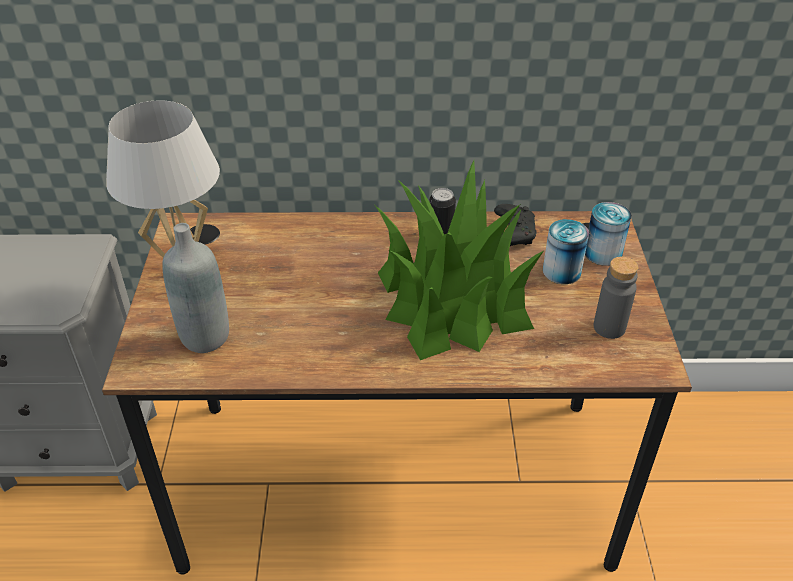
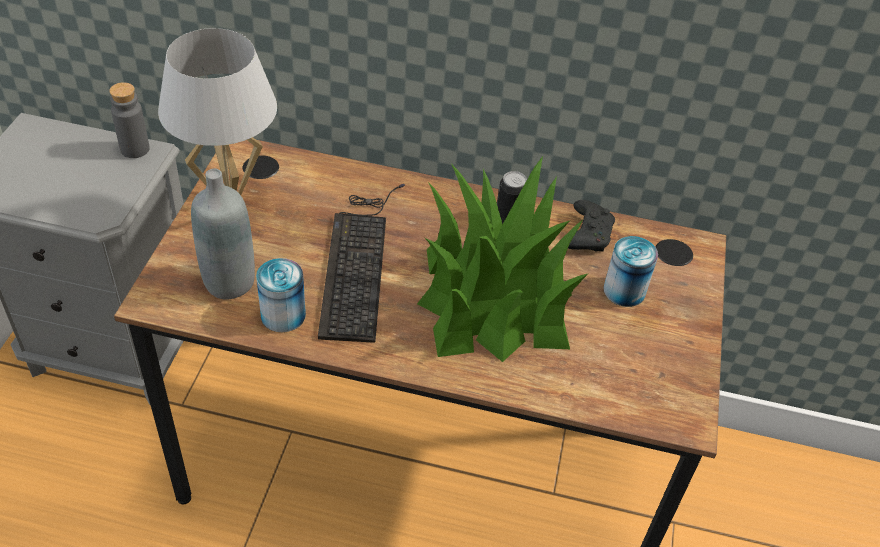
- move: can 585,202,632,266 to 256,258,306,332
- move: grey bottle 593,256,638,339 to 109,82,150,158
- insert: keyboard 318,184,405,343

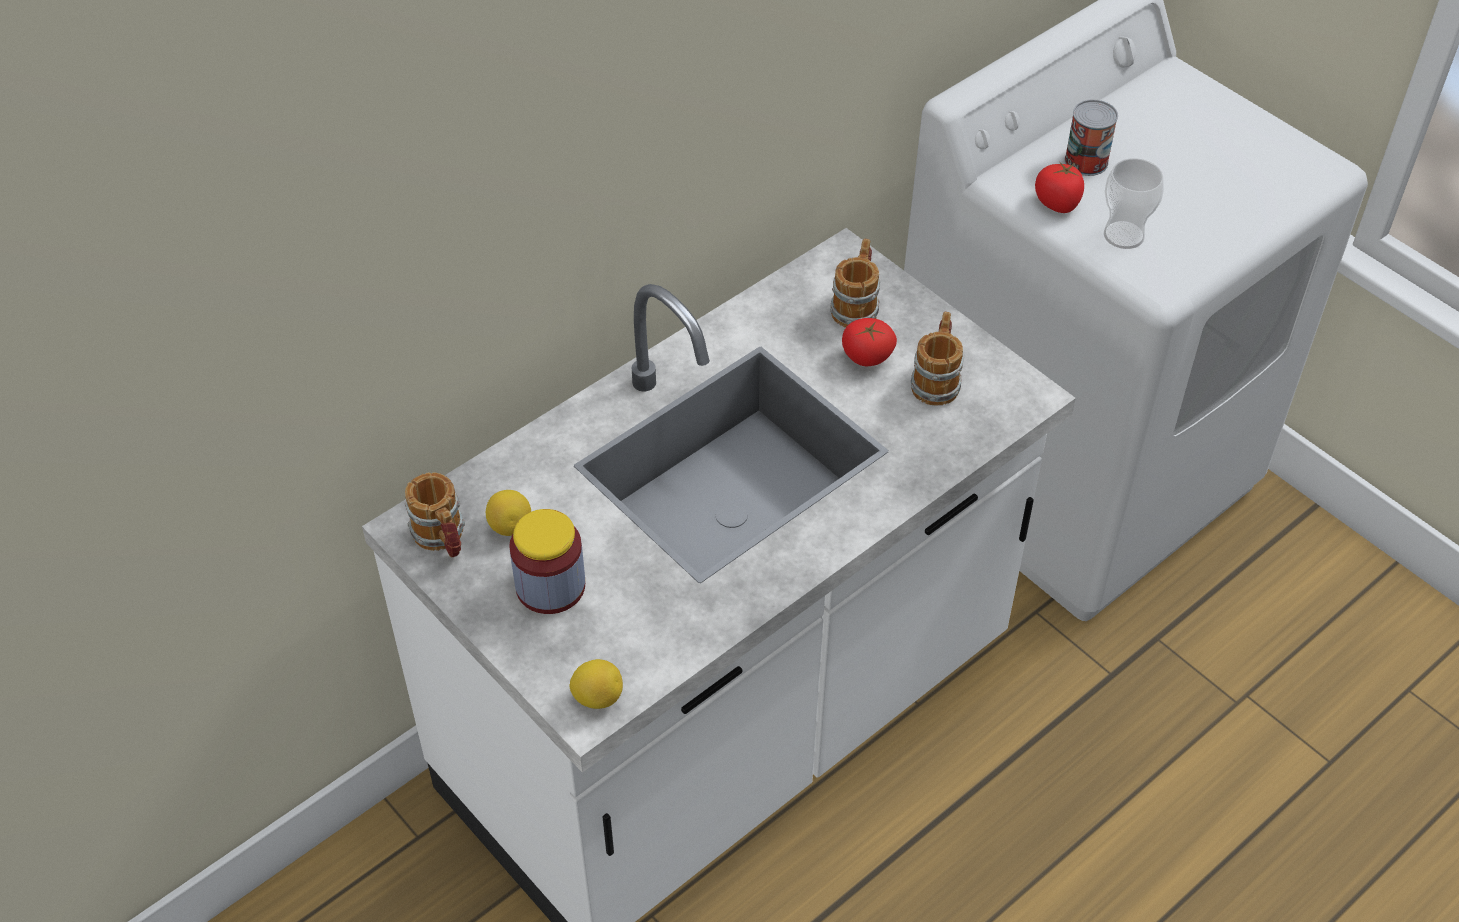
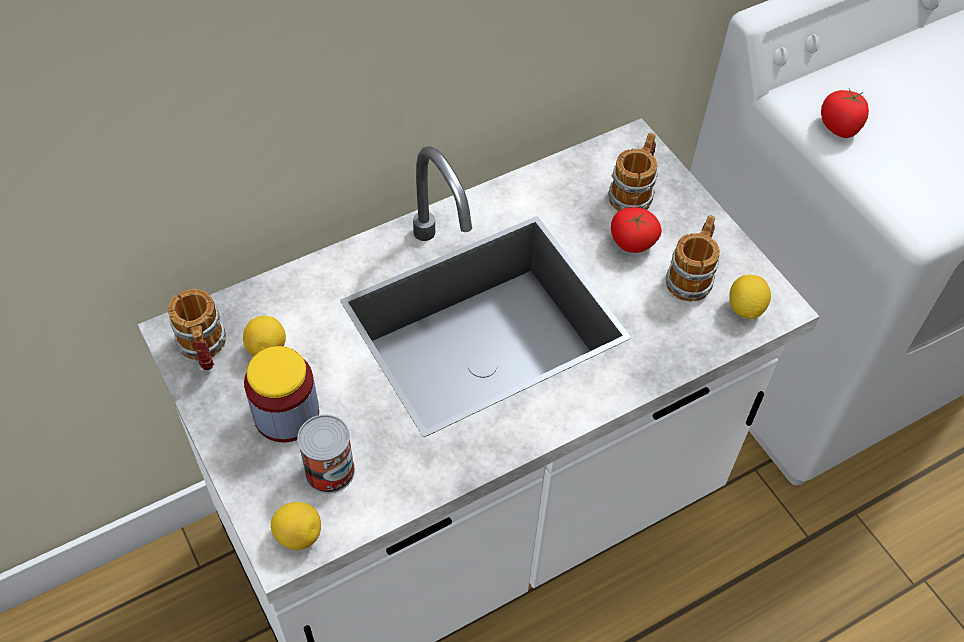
- move: can 1064,100,1118,176 to 297,414,355,493
- delete: cup 1104,158,1164,249
- insert: lemon 729,275,771,319

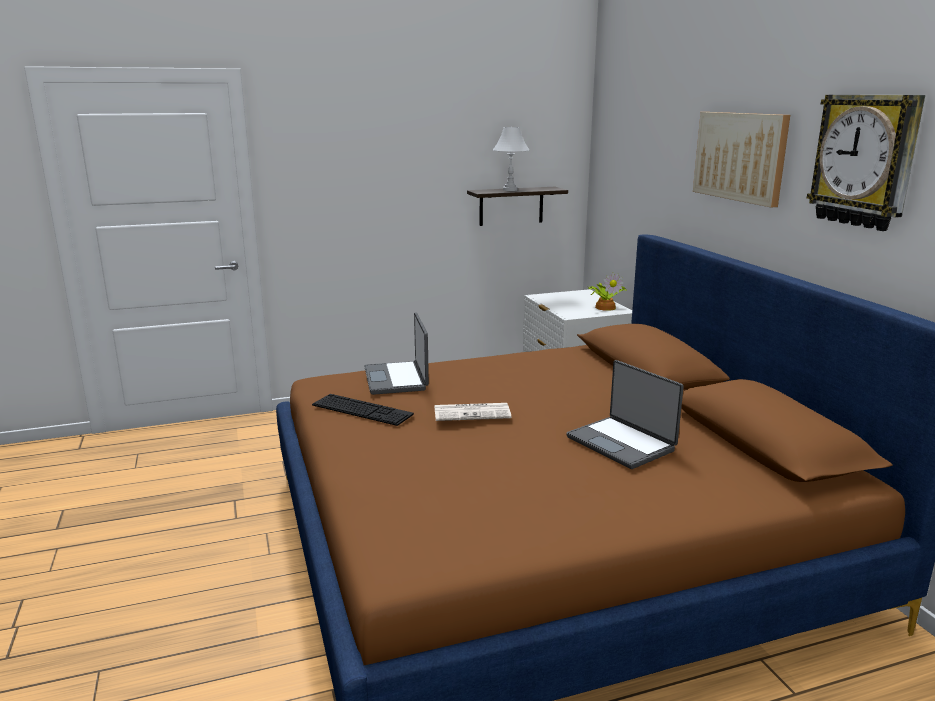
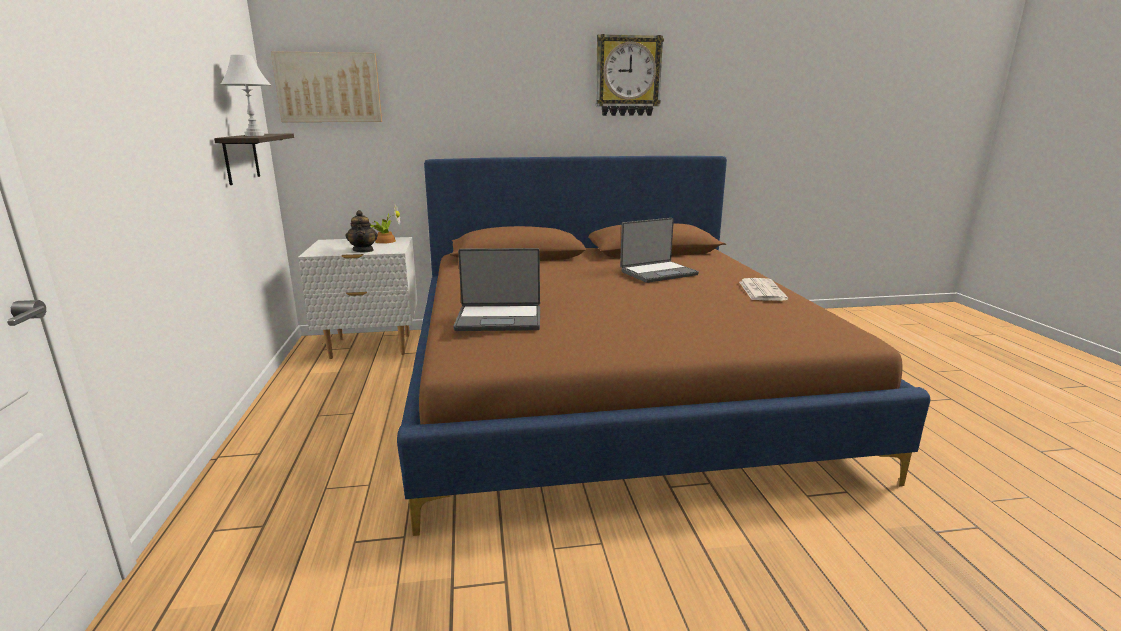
- delete: keyboard 312,394,414,426
- move: newspaper 434,403,511,421 to 739,278,788,301
- move: picture 693,112,790,207 to 271,51,382,122
- insert: teapot 346,210,378,252

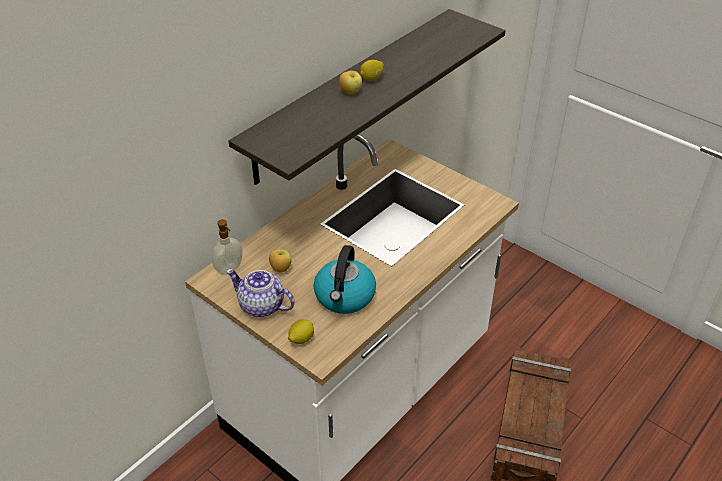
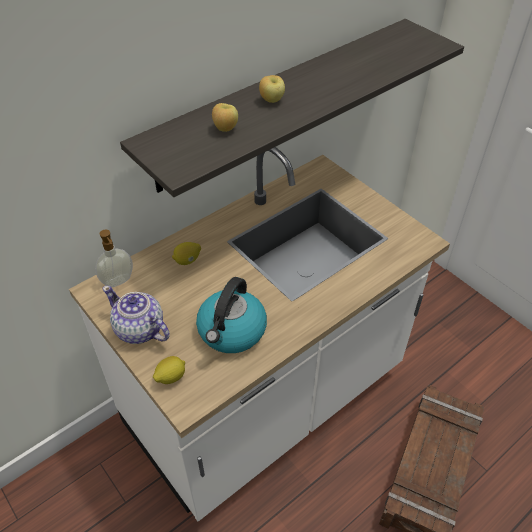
- move: apple 269,249,291,273 to 212,103,238,132
- move: lemon 360,60,384,81 to 172,242,201,265

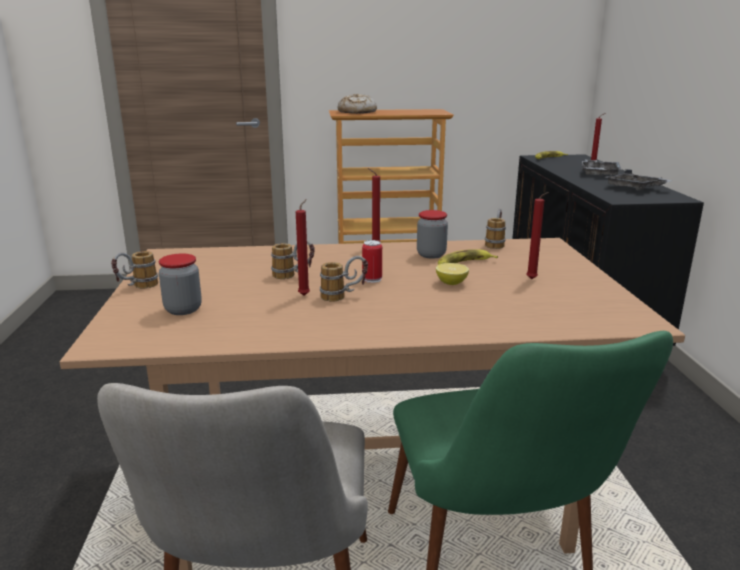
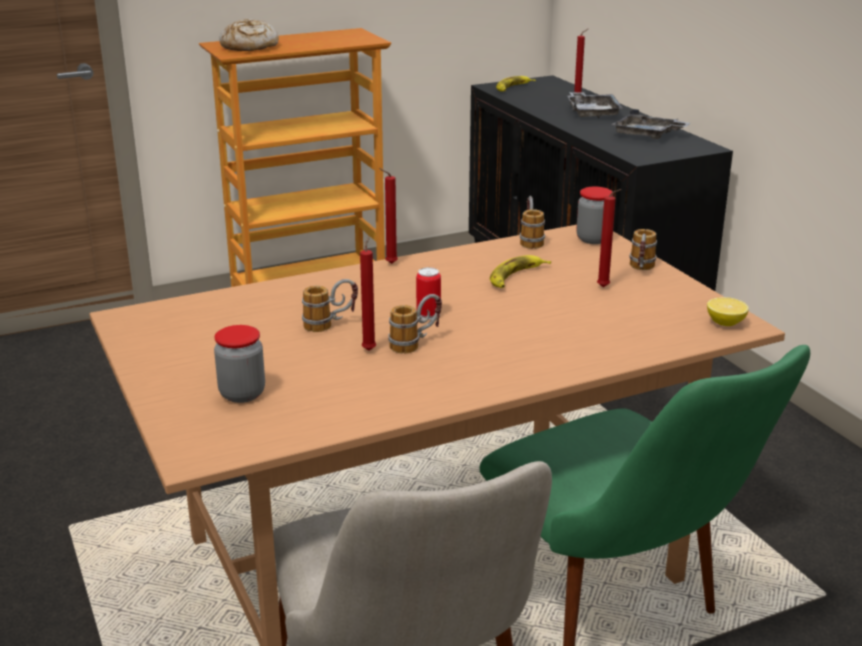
- move: mug 111,251,158,288 to 629,229,657,270
- move: jar 417,210,448,259 to 576,187,614,244
- move: lemon 436,263,469,285 to 707,297,749,326

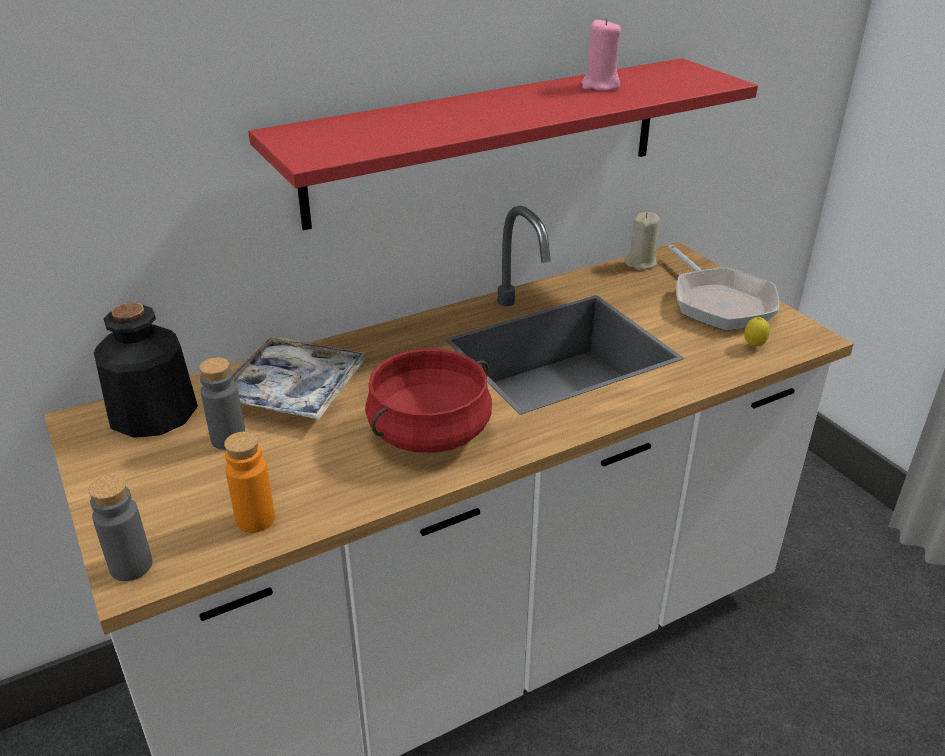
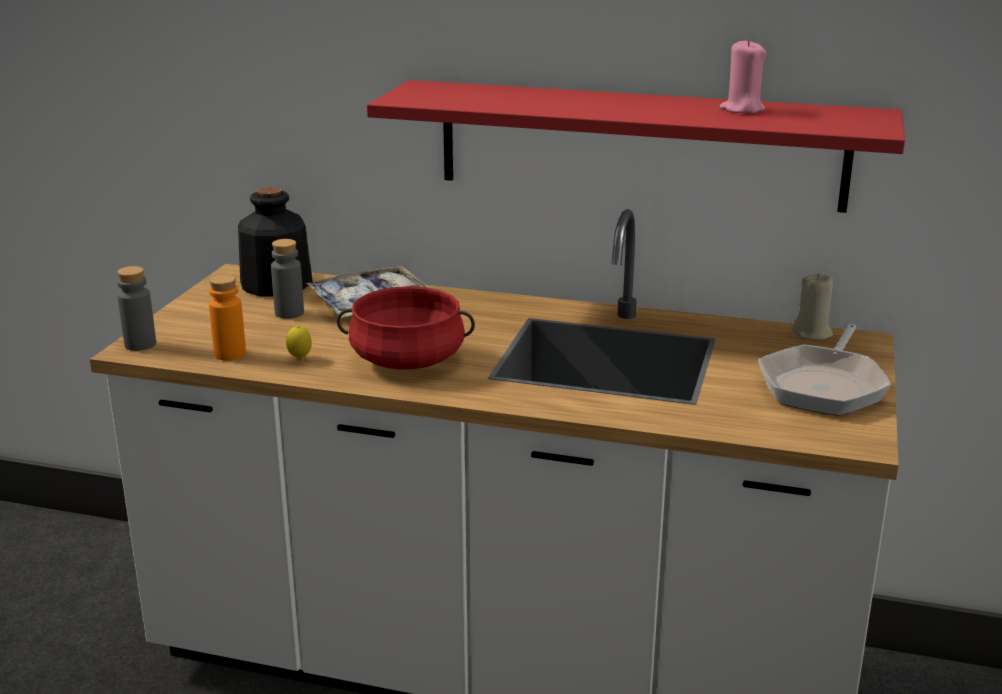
- move: lemon 744,317,770,347 to 286,325,312,359

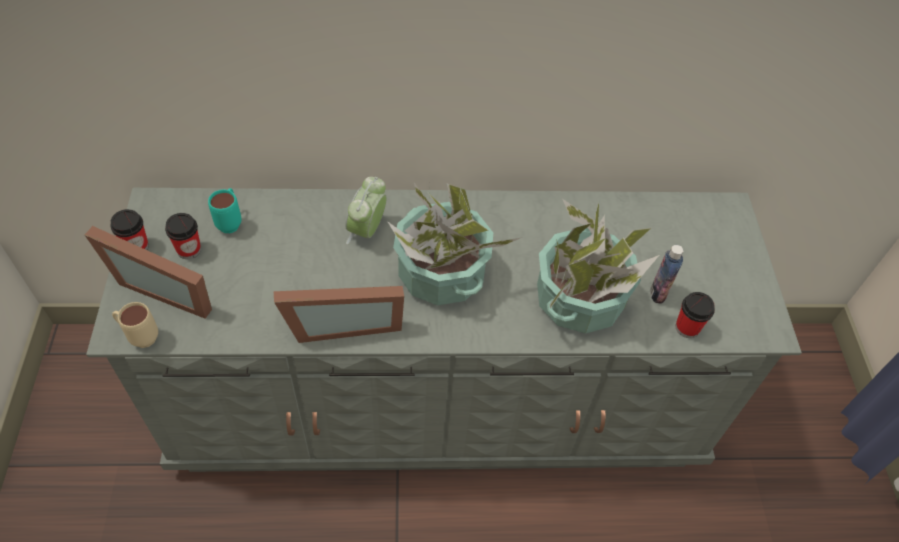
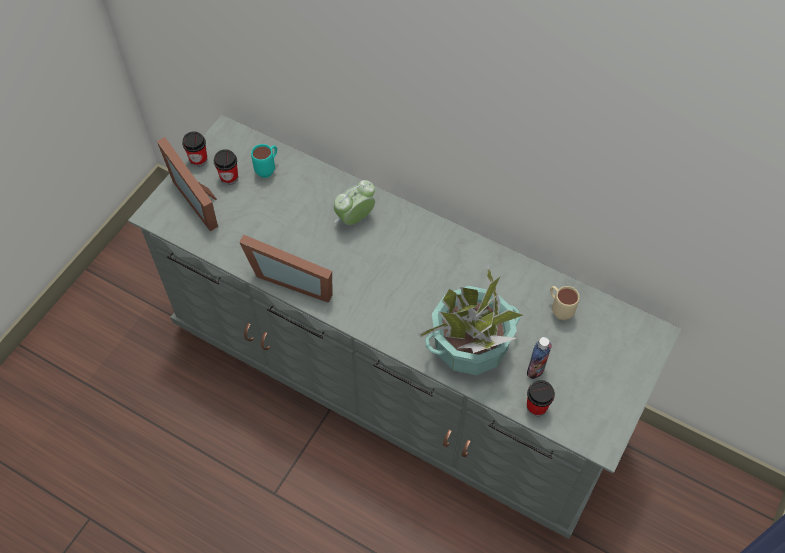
- move: beige mug 112,302,158,348 to 550,286,580,320
- delete: potted plant 387,183,523,305

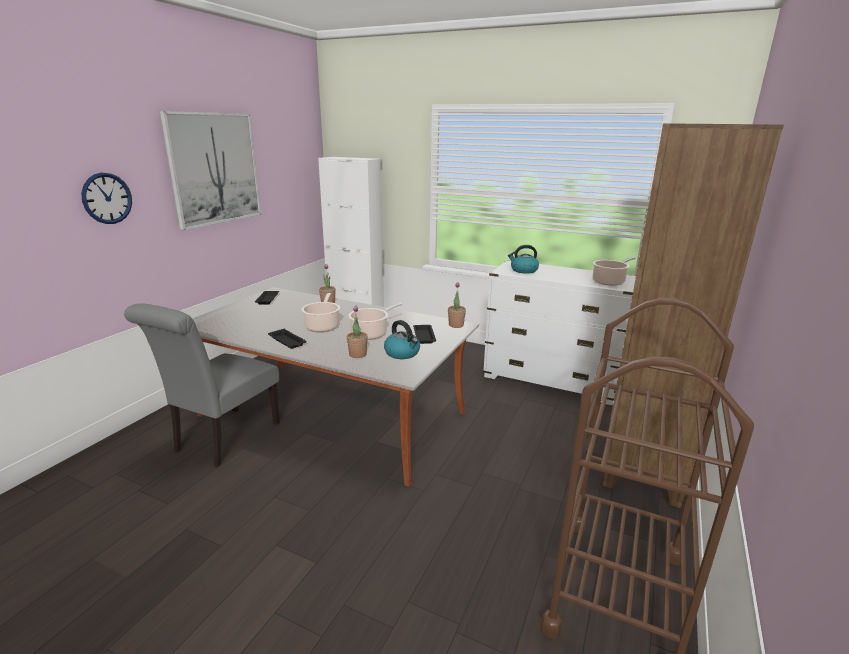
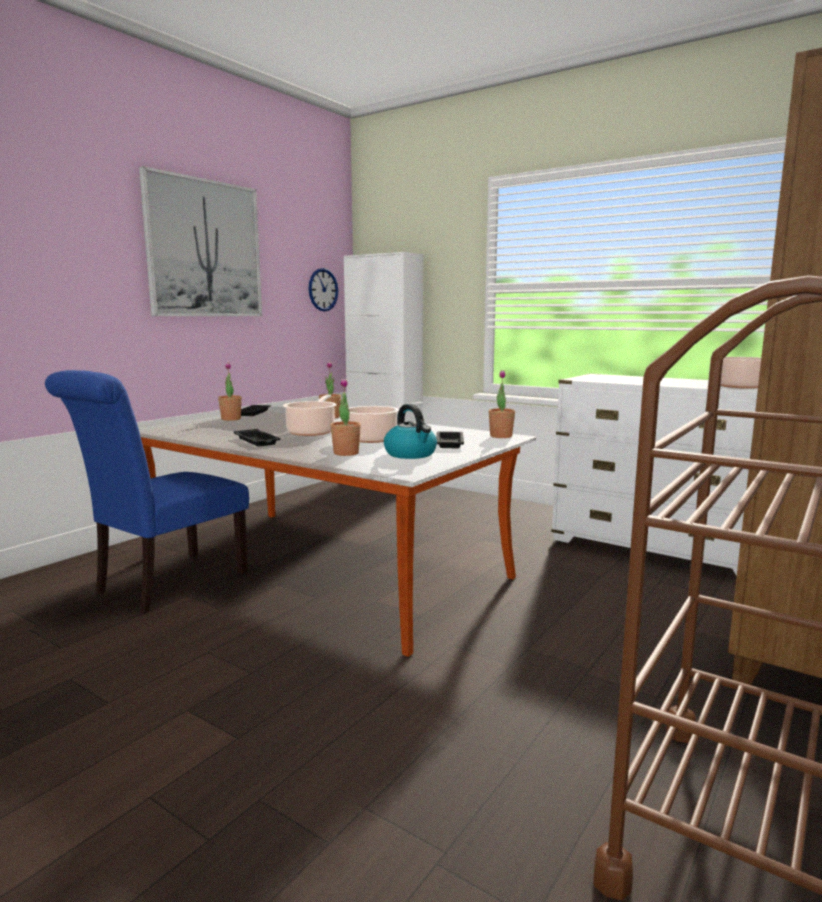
- move: wall clock 81,173,132,224 to 309,268,339,311
- recolor: grey chair 124,304,280,467 to blue chair 45,370,249,613
- delete: kettle 508,245,539,274
- insert: potted plant 218,362,242,421

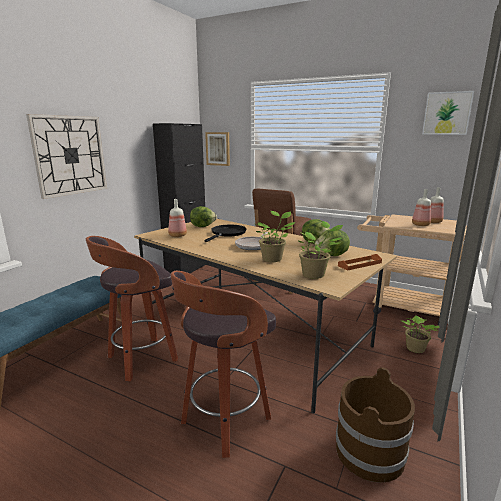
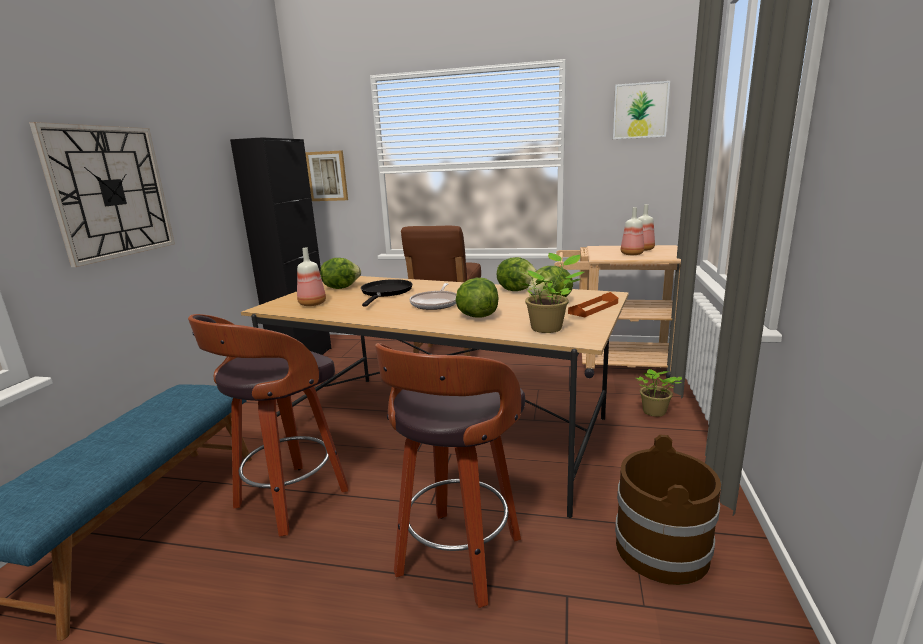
- replace: potted plant 255,211,296,262 to lettuce 456,278,499,318

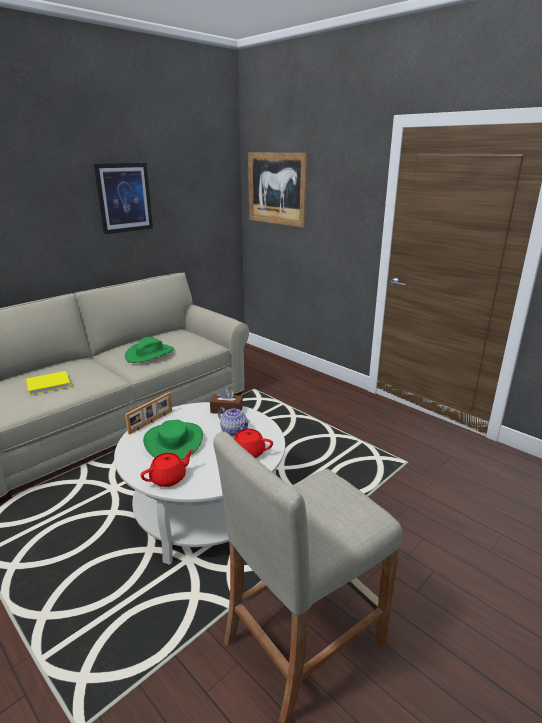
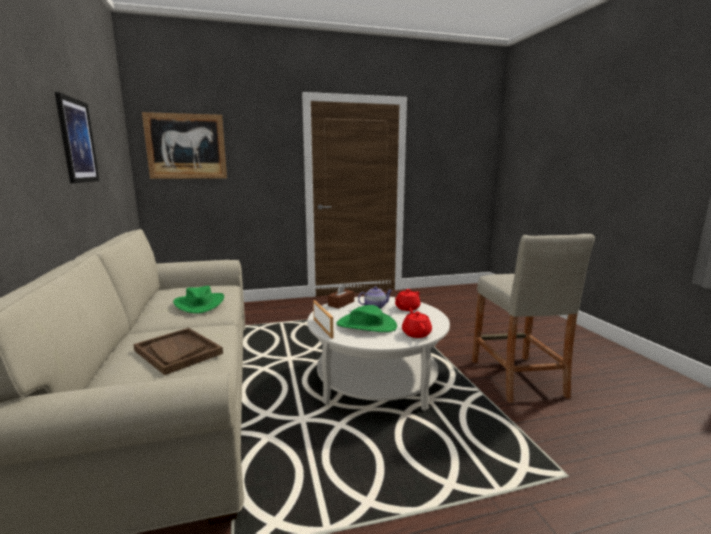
- replace: yellow book 26,371,71,395 to brown tray 133,328,223,375

